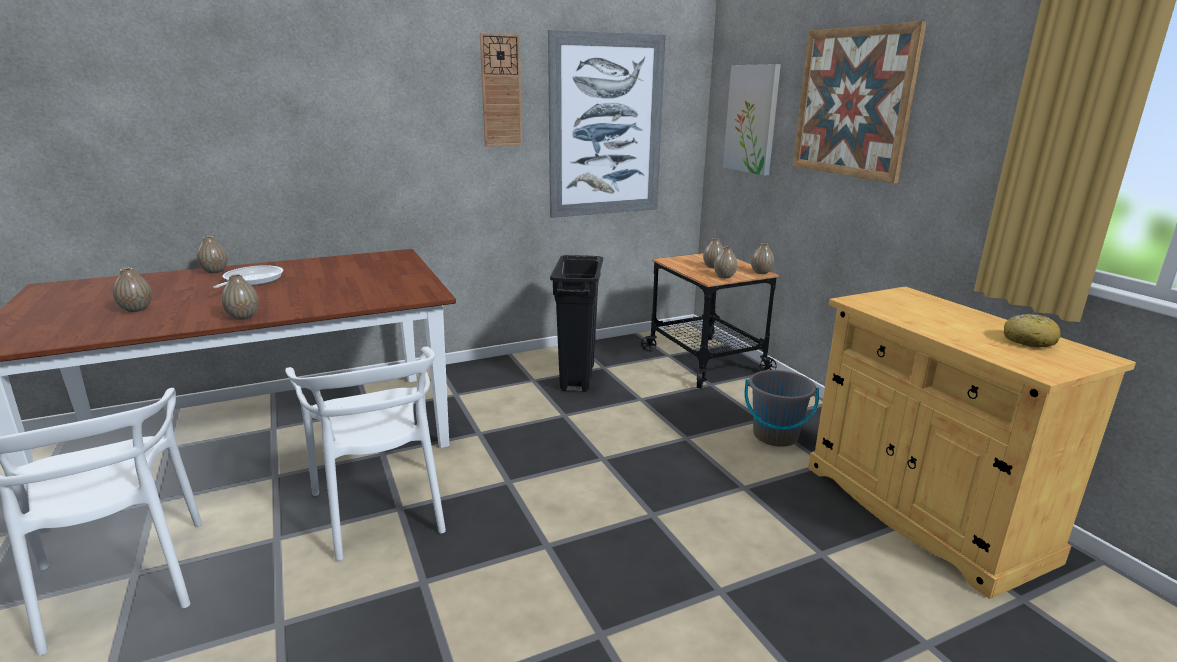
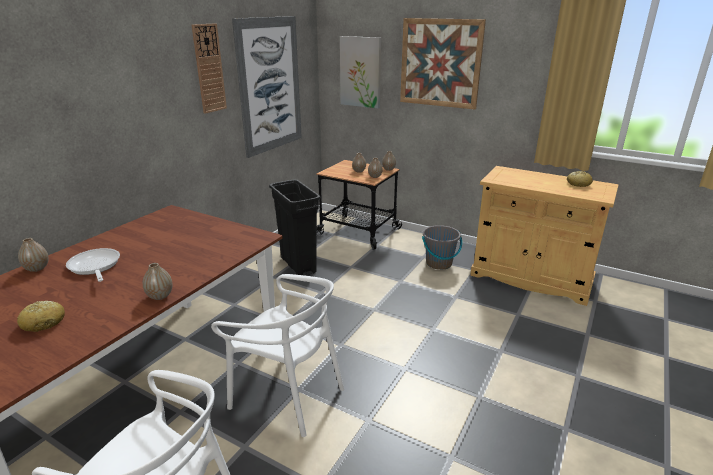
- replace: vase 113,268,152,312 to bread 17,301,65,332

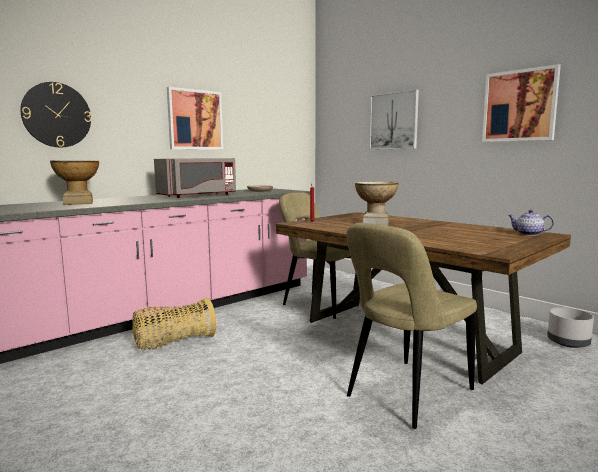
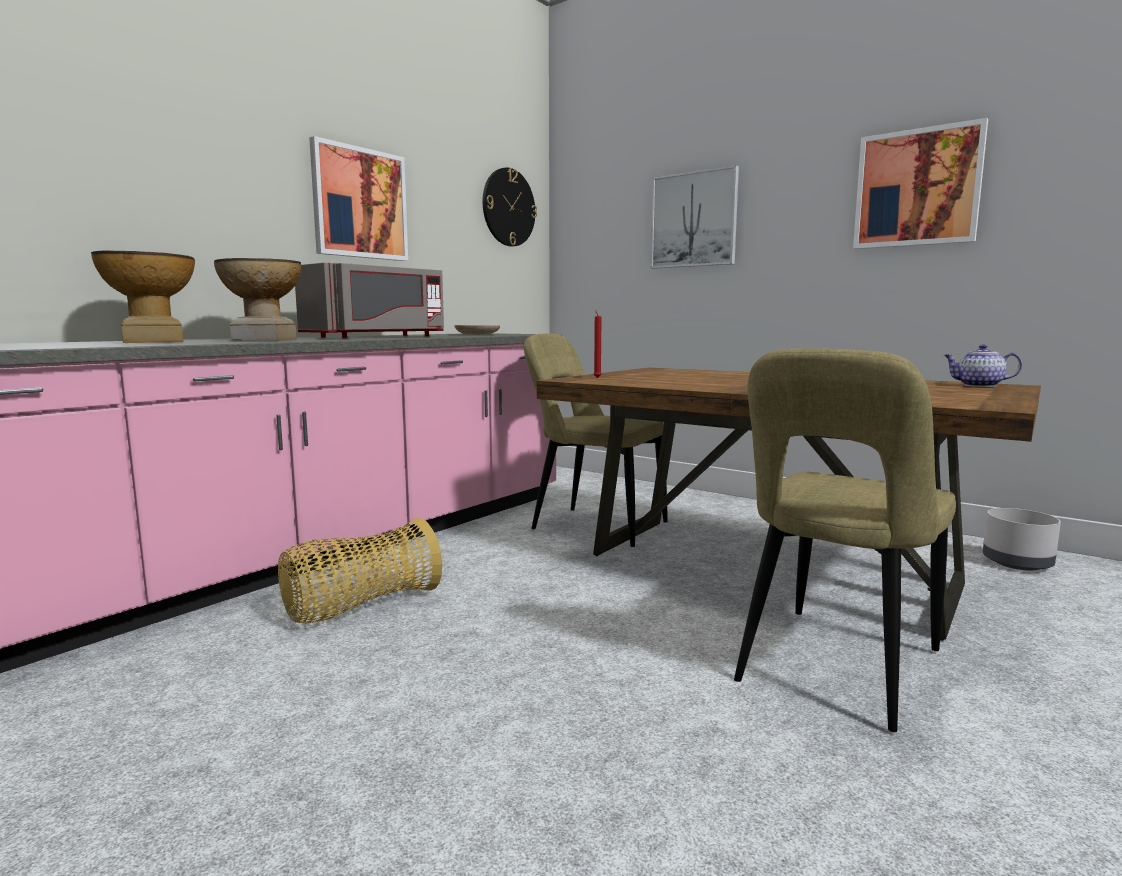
- move: wall clock 20,82,91,148 to 483,168,537,246
- move: vase 355,181,398,226 to 214,258,301,341

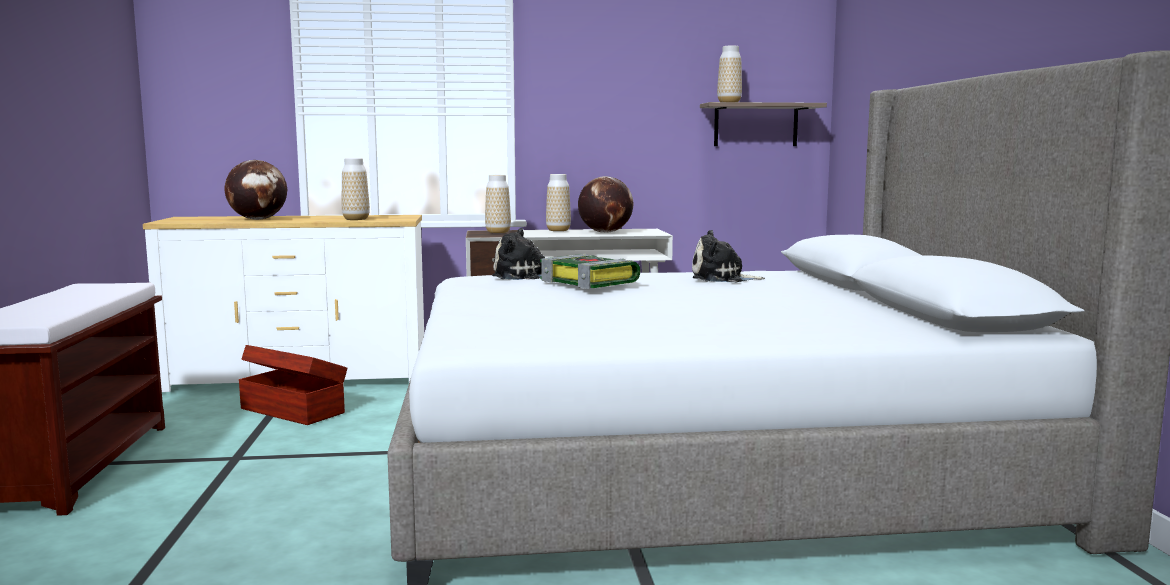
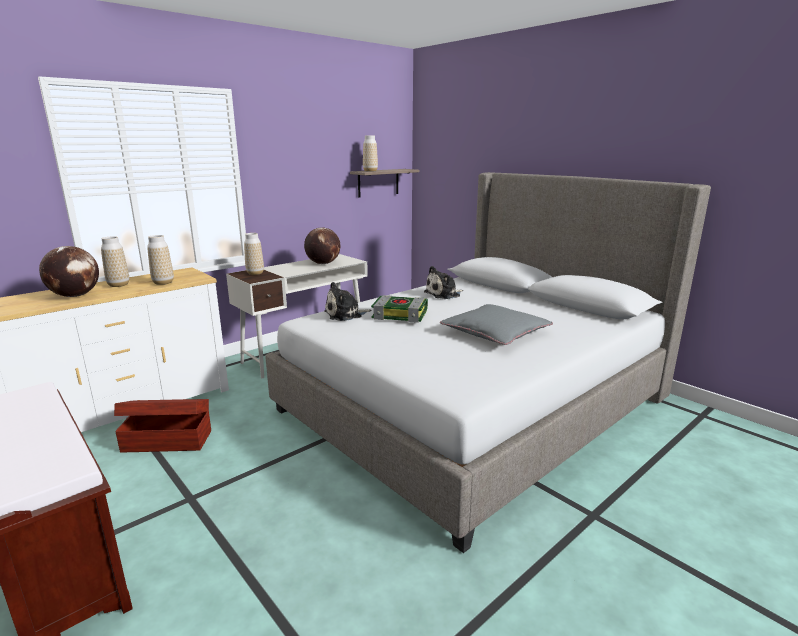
- move: vase 546,174,571,231 to 101,236,129,287
- insert: grey pillow 440,304,553,345

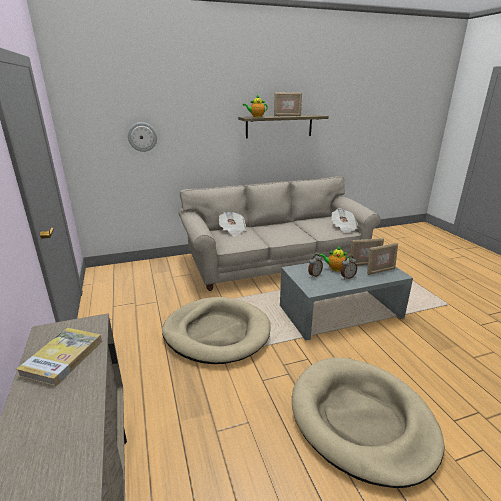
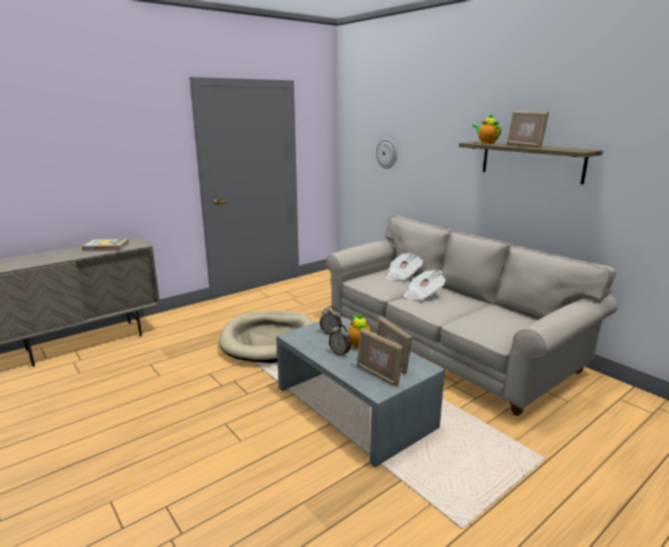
- delete: beige dog bed 292,357,444,488
- move: newspaper 331,208,358,233 to 404,270,446,300

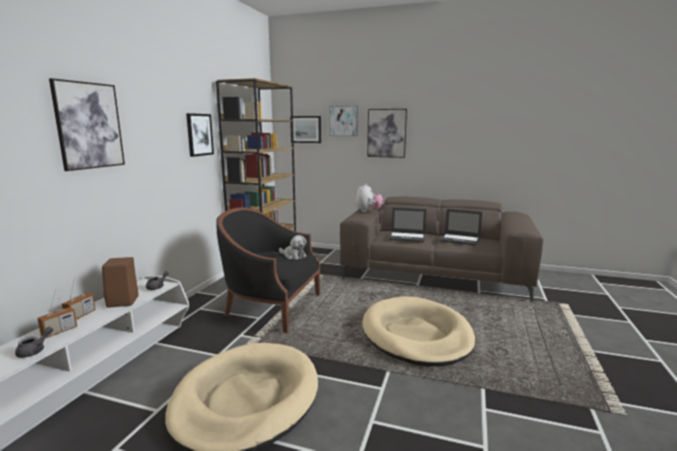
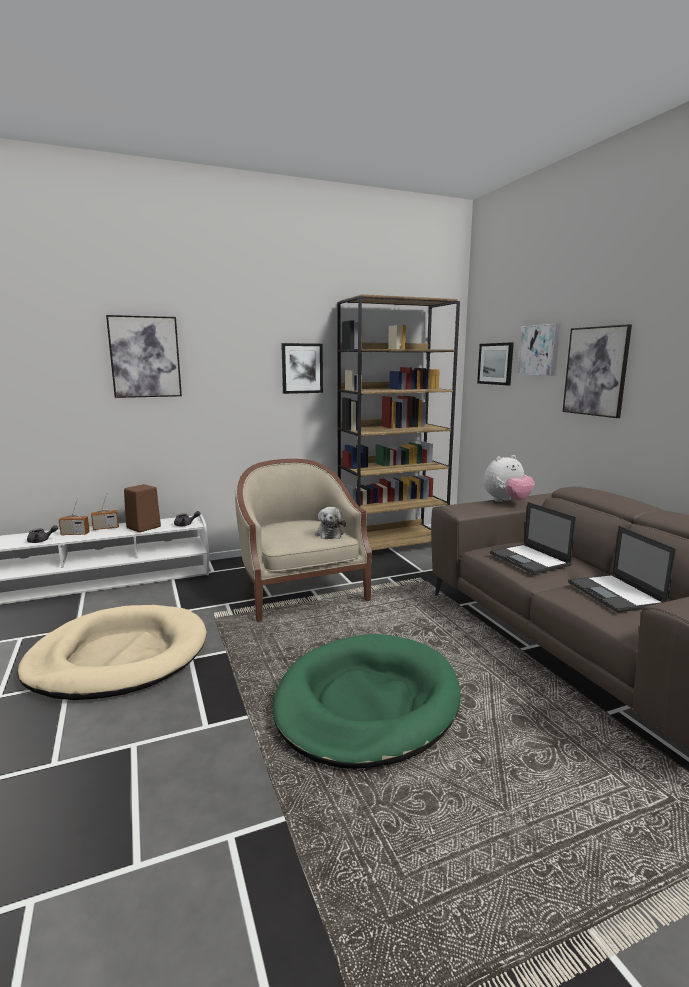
- recolor: black armchair 217,207,320,333 to beige armchair 235,459,372,622
- recolor: beige dog bed 363,296,475,366 to green dog bed 273,634,461,769

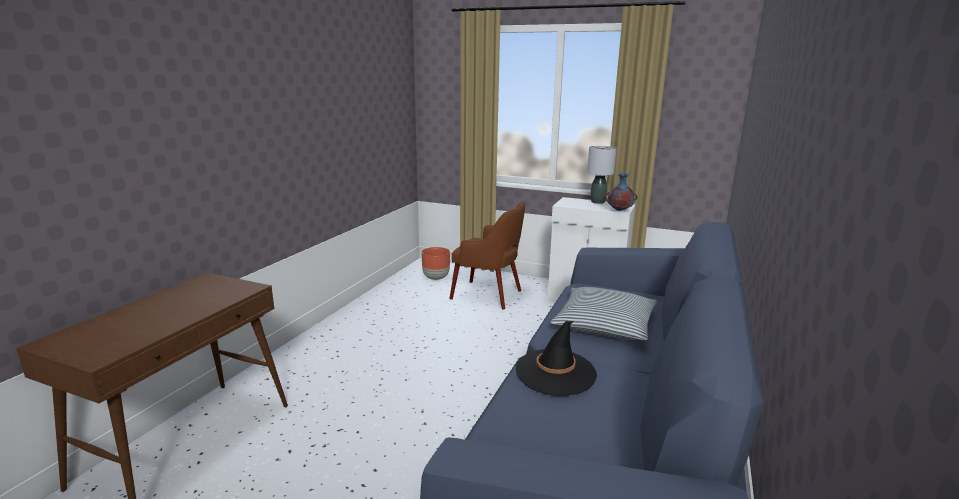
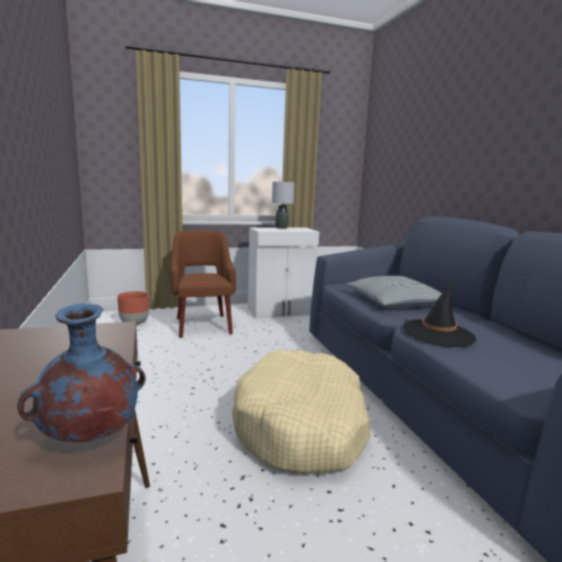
- rotate: brown armchair 449,202,525,310 = 170,230,236,338 90 degrees counterclockwise
- move: blue vase 605,173,637,211 to 17,303,146,442
- insert: beige dog bed 232,349,370,474

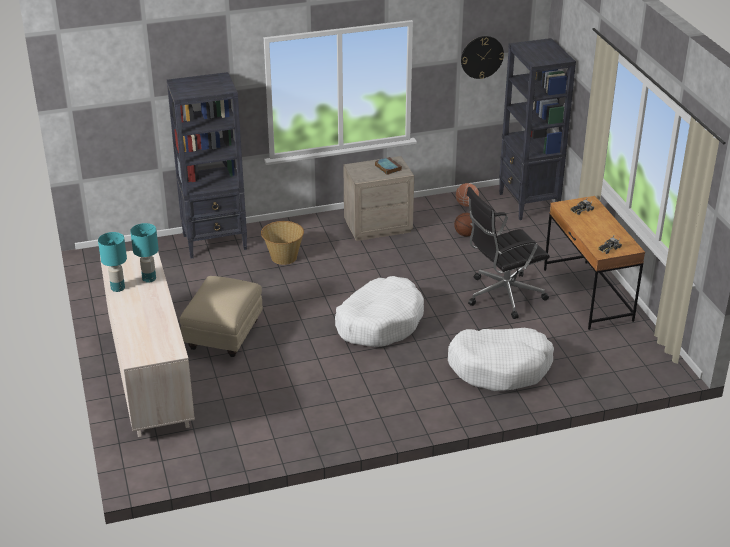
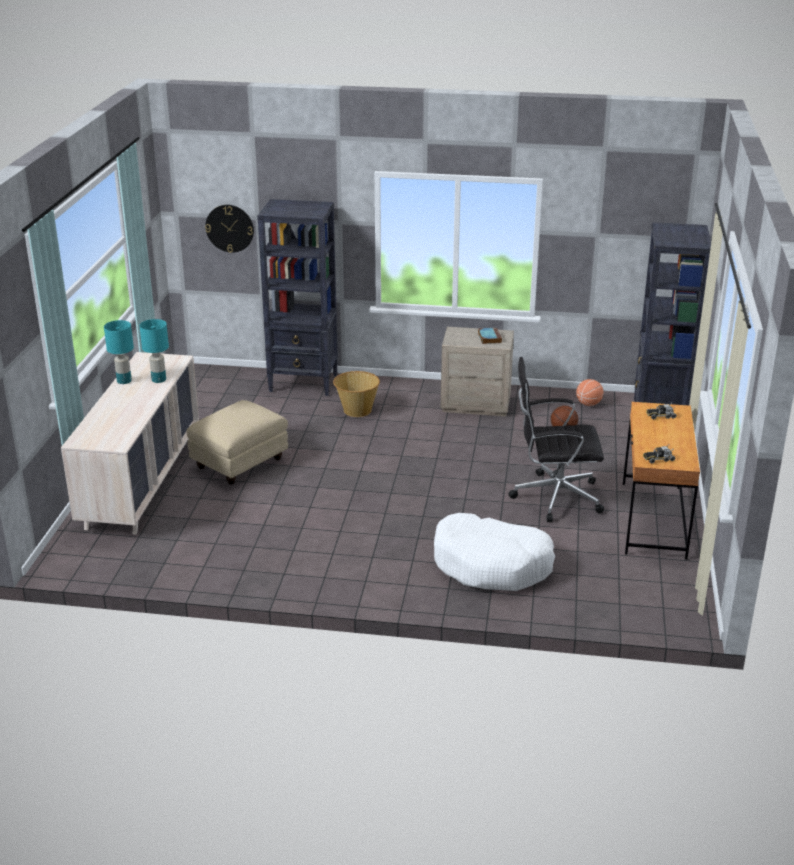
- delete: white dog bed 335,276,424,347
- move: wall clock 461,36,504,79 to 205,205,254,253

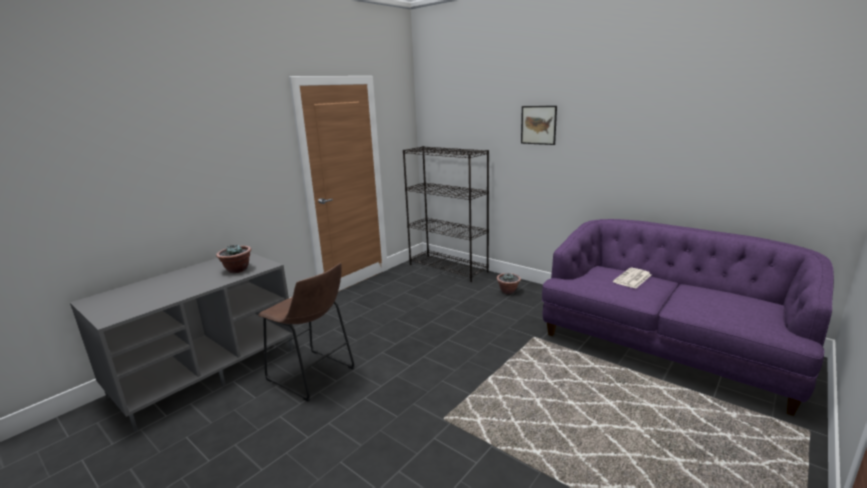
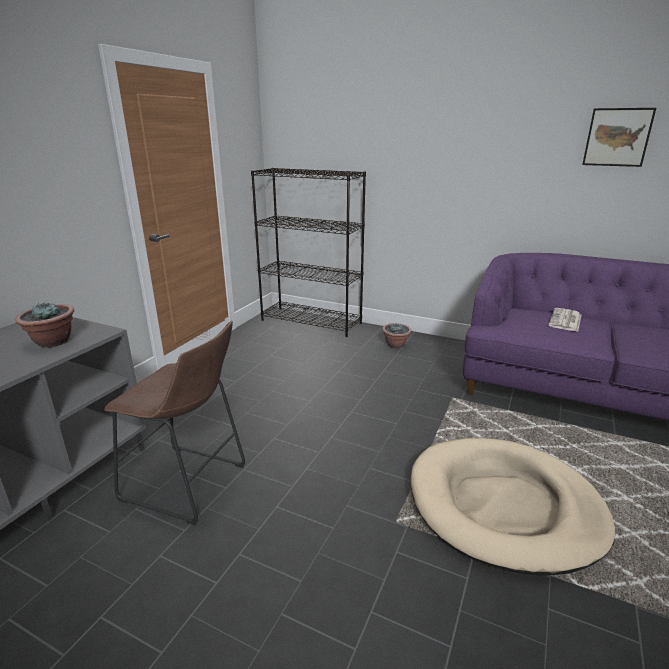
- move: picture 521,106,557,145 to 582,108,656,167
- insert: beige dog bed 410,438,615,576

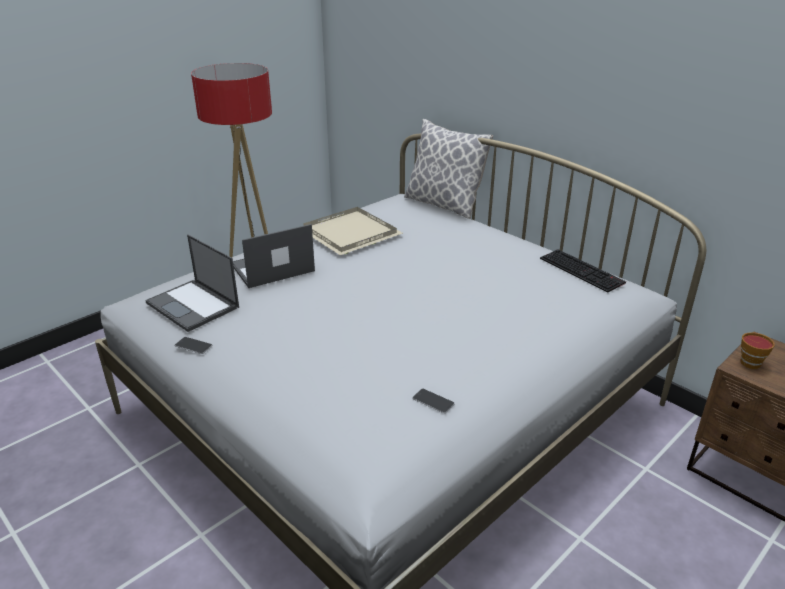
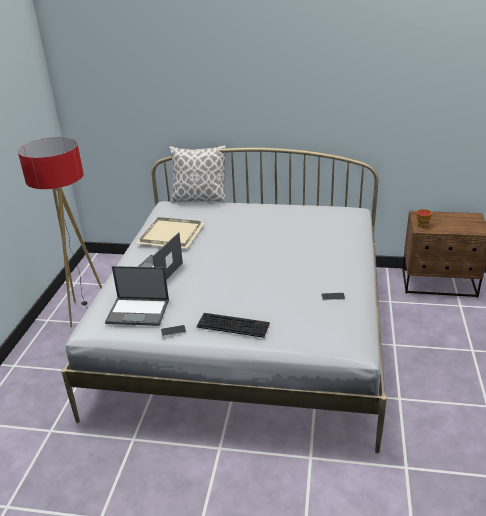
- move: keyboard 540,249,626,292 to 196,313,270,338

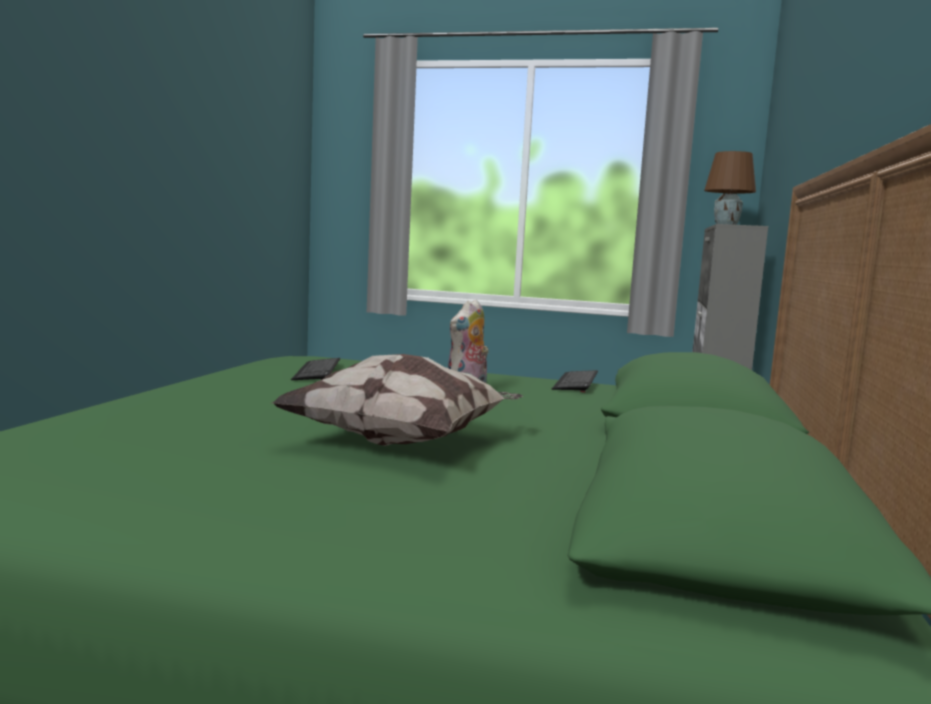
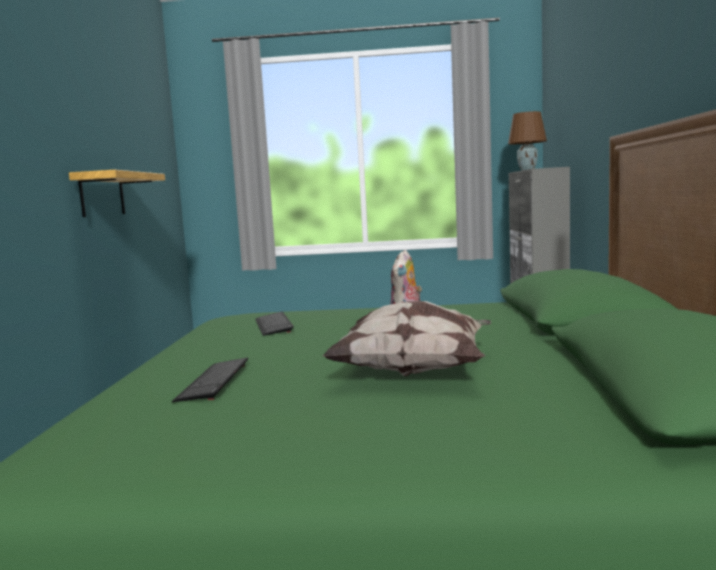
- move: keyboard 552,370,598,392 to 172,357,248,402
- insert: shelf 69,170,165,217

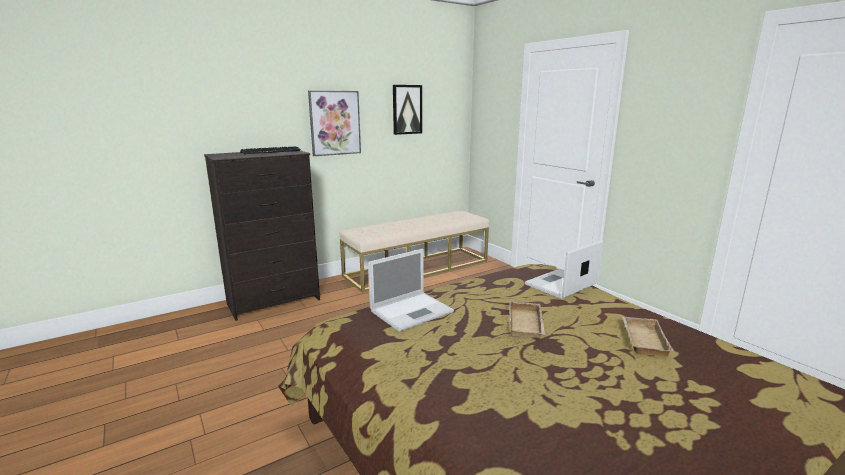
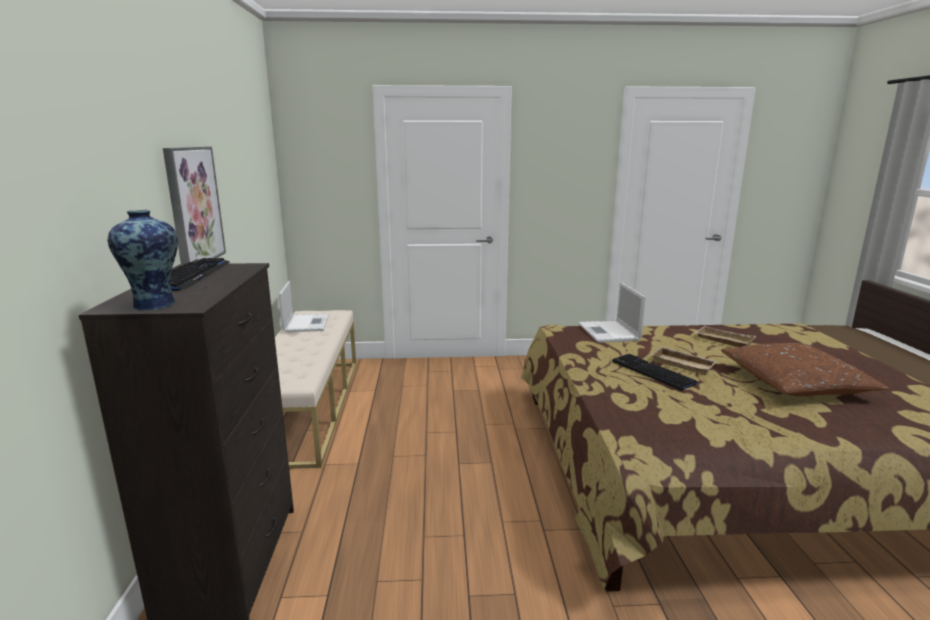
- move: laptop 368,249,454,332 to 279,281,329,332
- delete: picture 393,85,422,135
- insert: vase 108,210,178,310
- insert: keyboard 612,354,700,391
- insert: brown pillow 721,343,889,396

